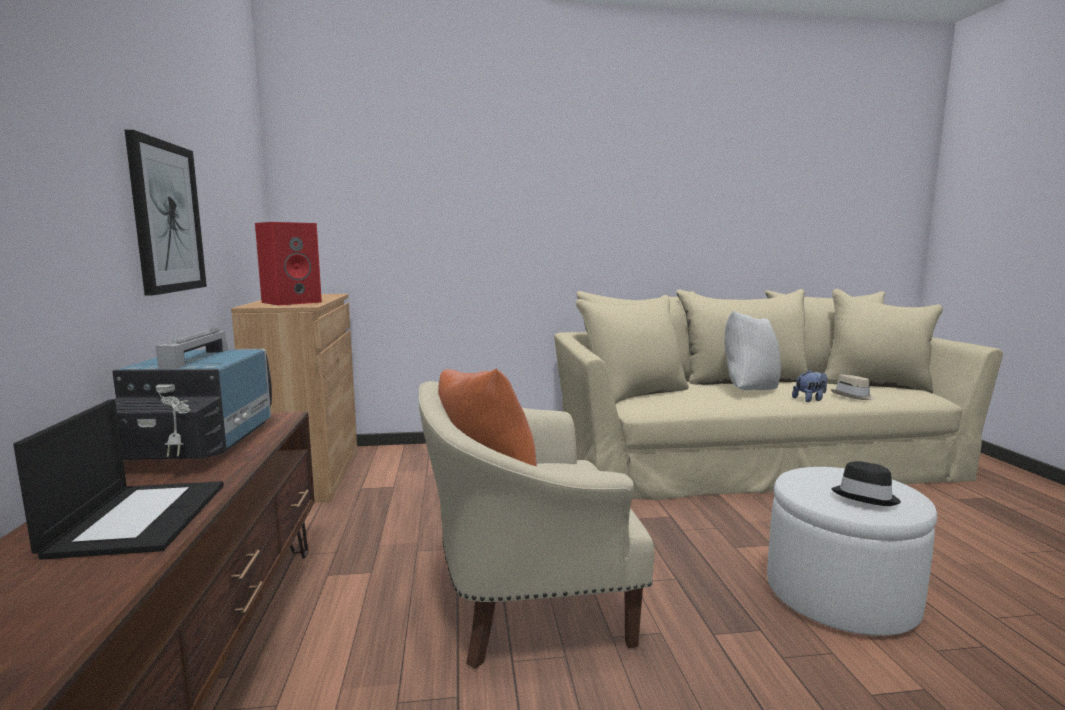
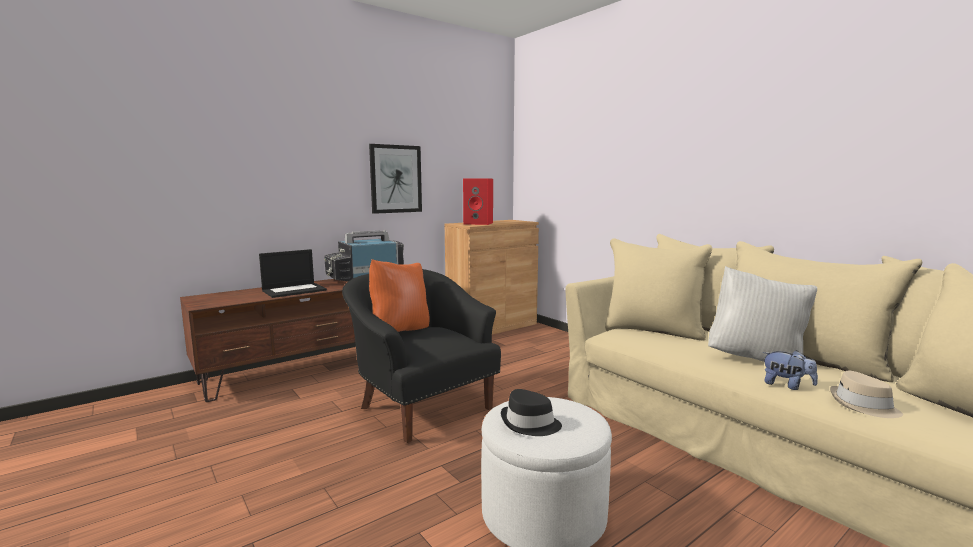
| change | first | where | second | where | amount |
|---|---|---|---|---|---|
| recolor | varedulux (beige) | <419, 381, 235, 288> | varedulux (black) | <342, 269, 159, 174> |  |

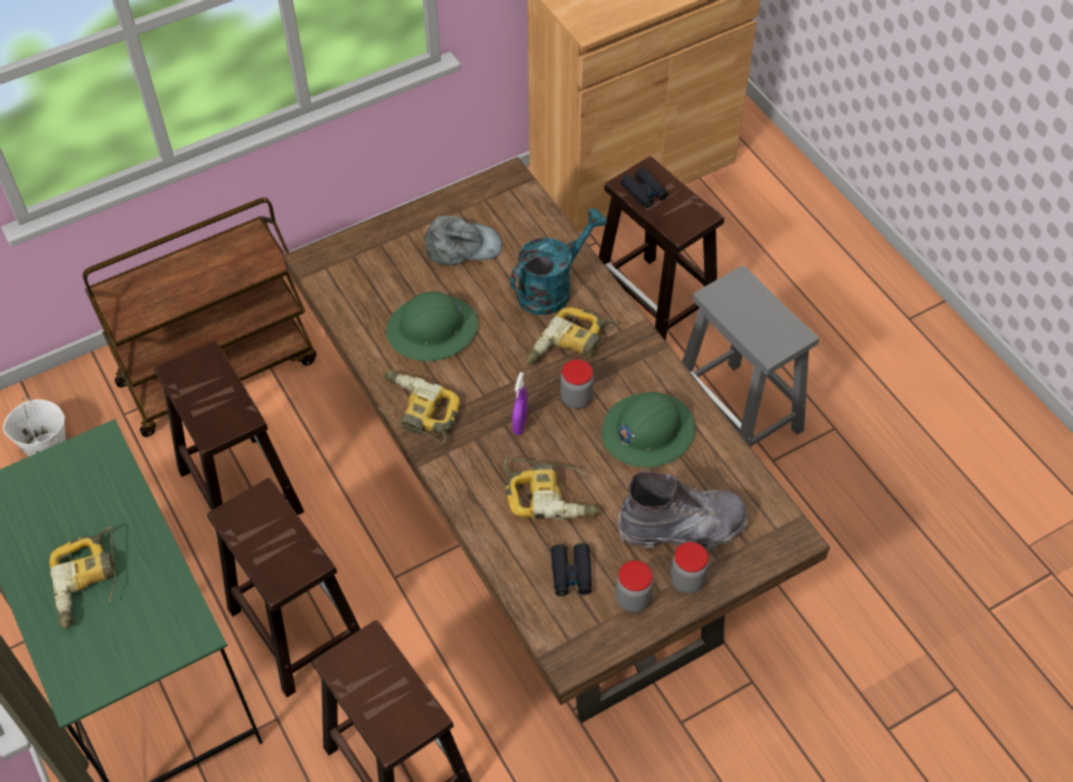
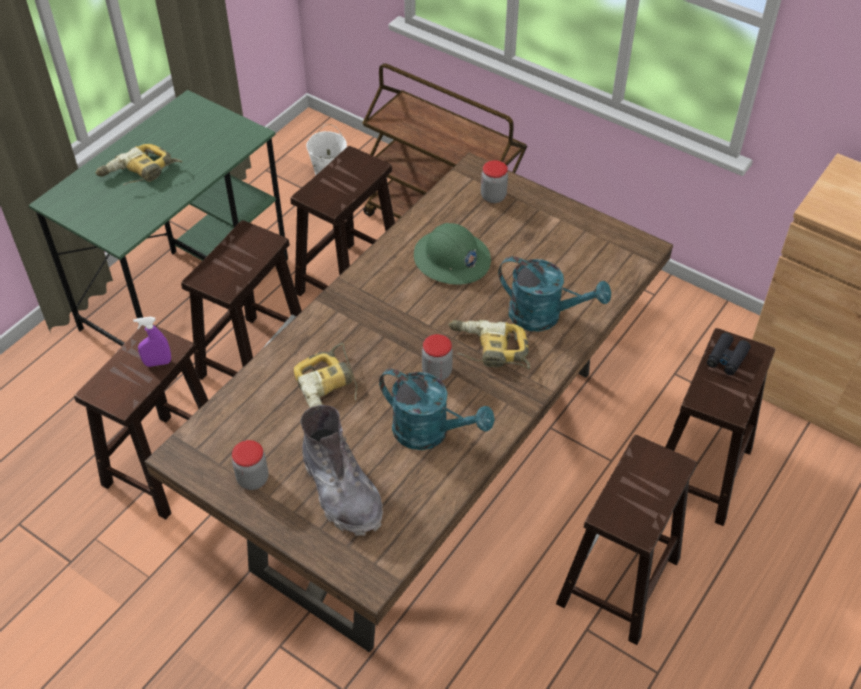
| change | first | where | second | where | amount |
|---|---|---|---|---|---|
| delete | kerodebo | <378, 370, 82, 75> |  |  |  |
| delete | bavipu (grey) | <424, 216, 78, 50> |  |  |  |
| delete | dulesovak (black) | <551, 543, 41, 53> |  |  |  |
| move | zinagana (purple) | <512, 372, 16, 63> |  | <133, 317, 38, 50> |  |
| move | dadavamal | <670, 542, 39, 52> |  | <481, 160, 27, 43> |  |
| replace | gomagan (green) | <602, 392, 94, 76> | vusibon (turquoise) | <379, 369, 116, 81> |  |
| recolor | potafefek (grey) | <682, 265, 137, 182> | potafefek (brown) | <556, 435, 141, 210> |  |

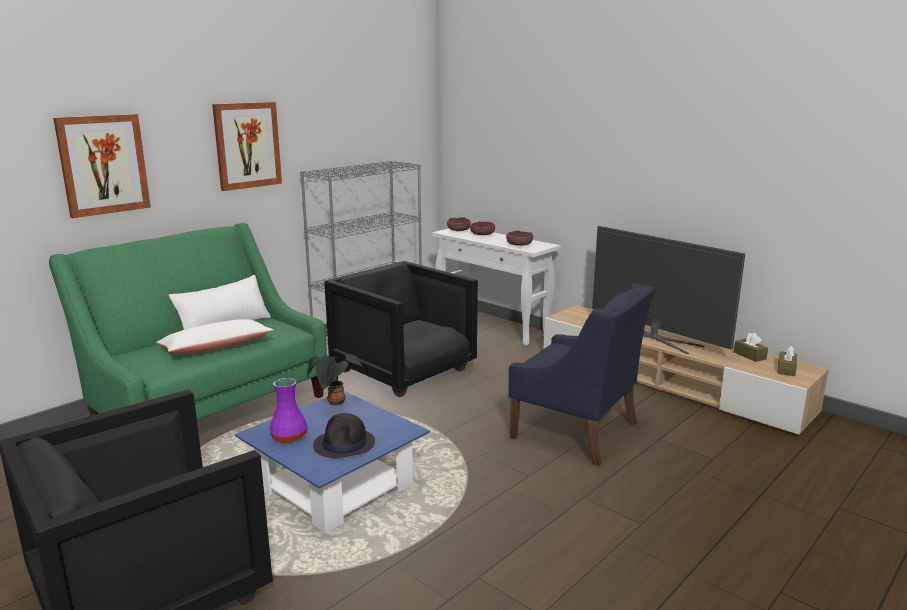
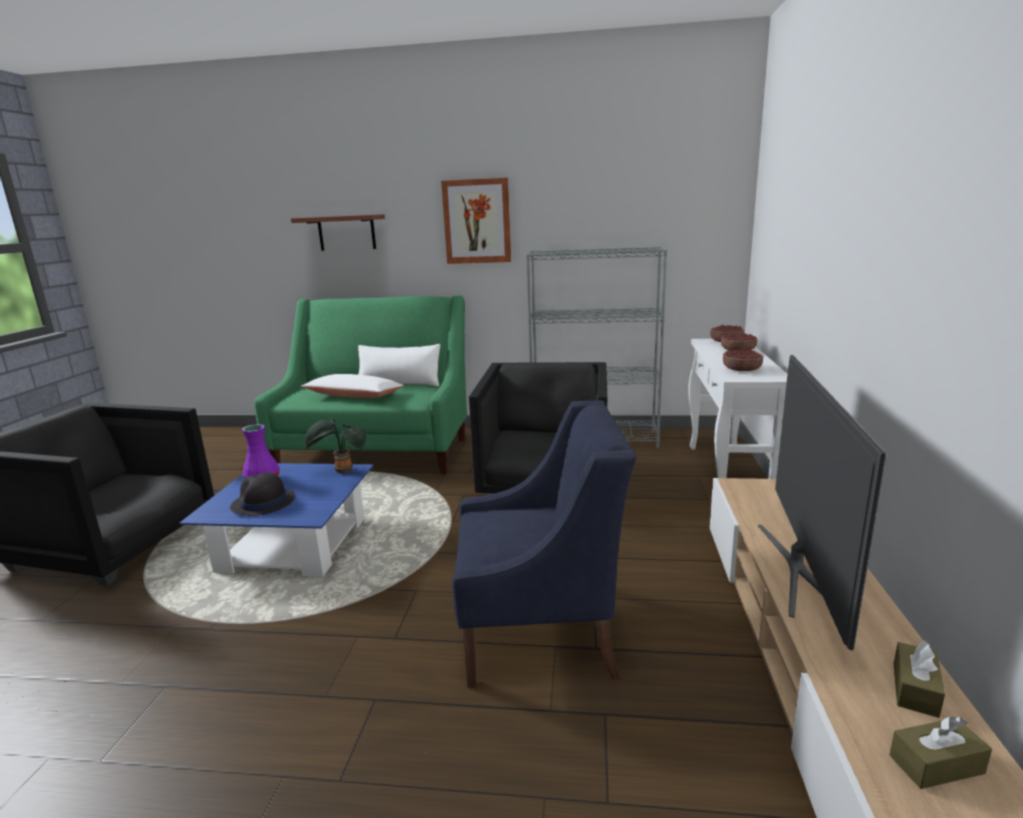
| change | first | where | second | where | amount |
|---|---|---|---|---|---|
| replace | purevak | <53, 114, 98, 104> | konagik | <291, 214, 94, 37> |  |
| rotate | varedulux (blue) | <509, 284, 147, 182> |  | <452, 401, 184, 287> | 90 degrees counterclockwise |

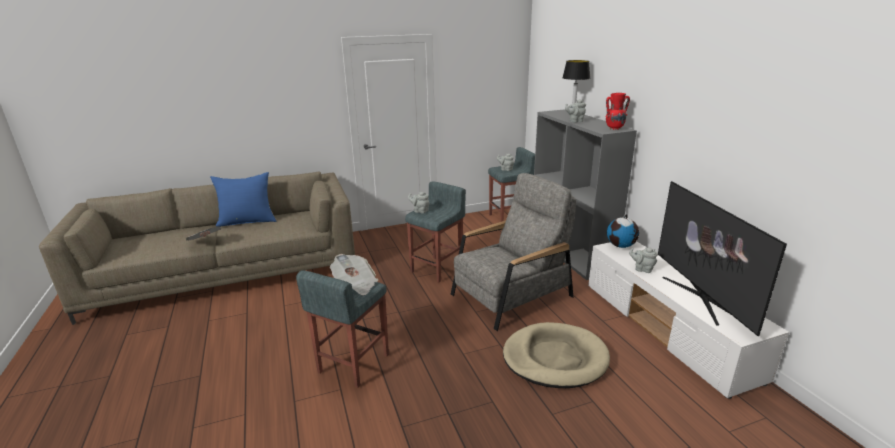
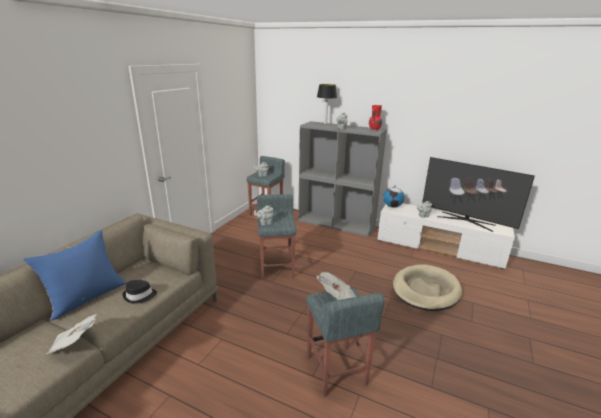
| change | first | where | second | where | amount |
|---|---|---|---|---|---|
| delete | varedulux (grey) | <451, 173, 125, 158> |  |  |  |
| insert |  |  | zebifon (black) | <122, 280, 35, 24> |  |

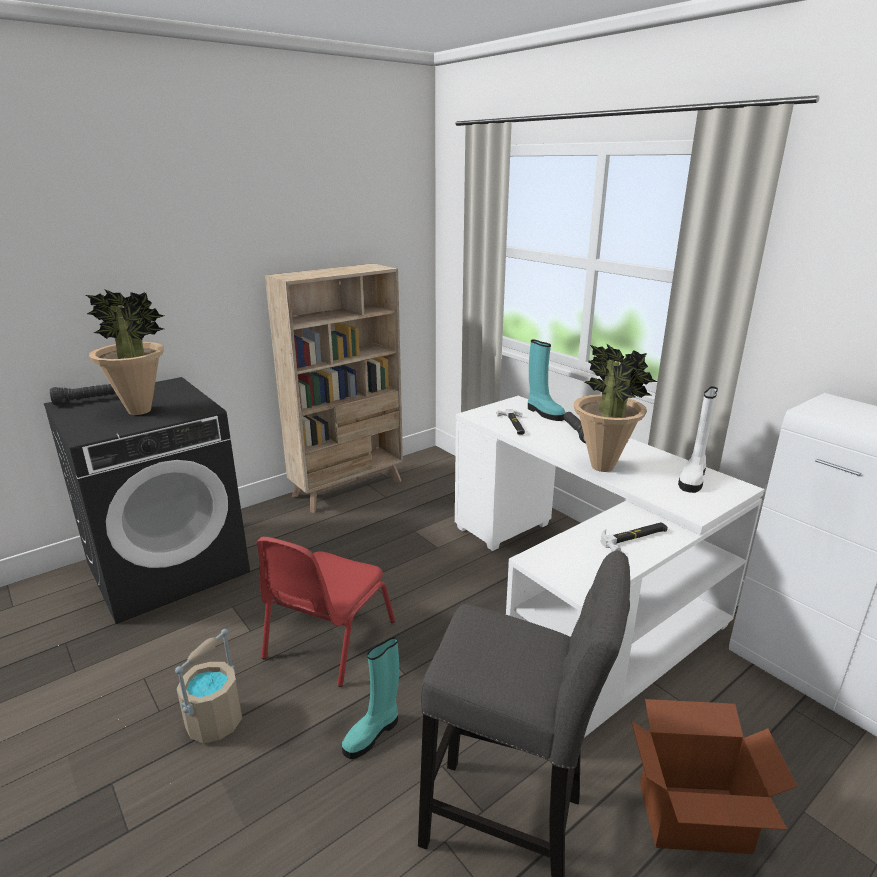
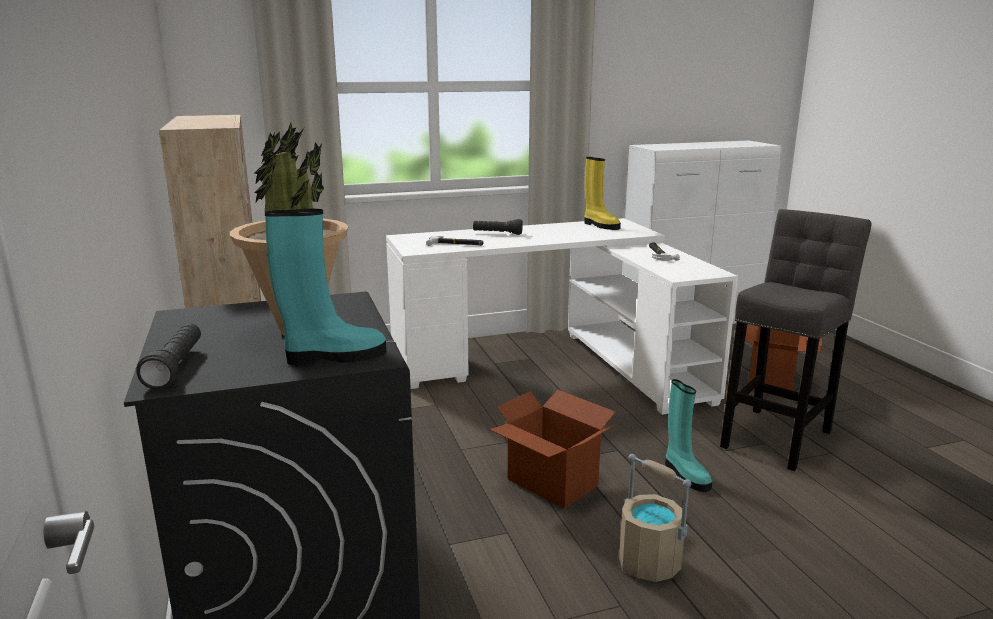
| change | first | where | second | where | amount |
|---|---|---|---|---|---|
| delete | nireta | <574, 343, 83, 129> |  |  |  |
| move | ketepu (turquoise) | <528, 339, 38, 82> |  | <265, 209, 122, 157> |  |
| replace | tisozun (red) | <257, 537, 138, 150> | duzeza | <490, 390, 126, 119> |  |
| recolor | ketepu (white) | <678, 387, 40, 106> | ketepu (yellow) | <584, 157, 37, 73> |  |

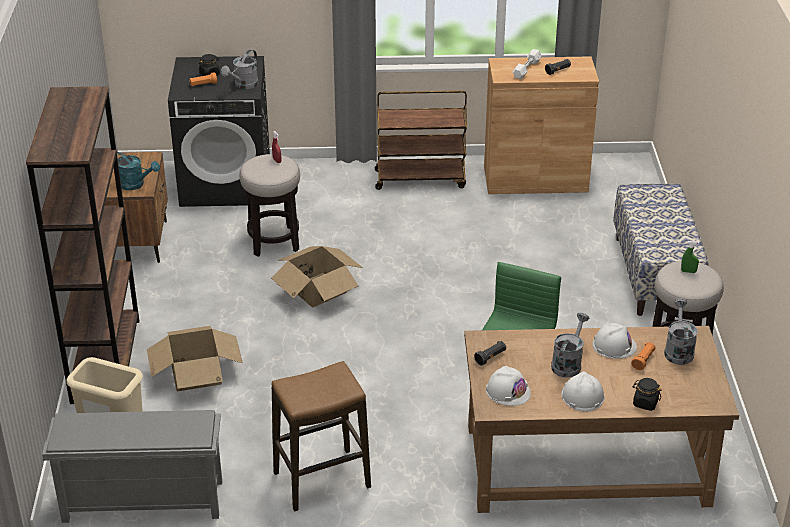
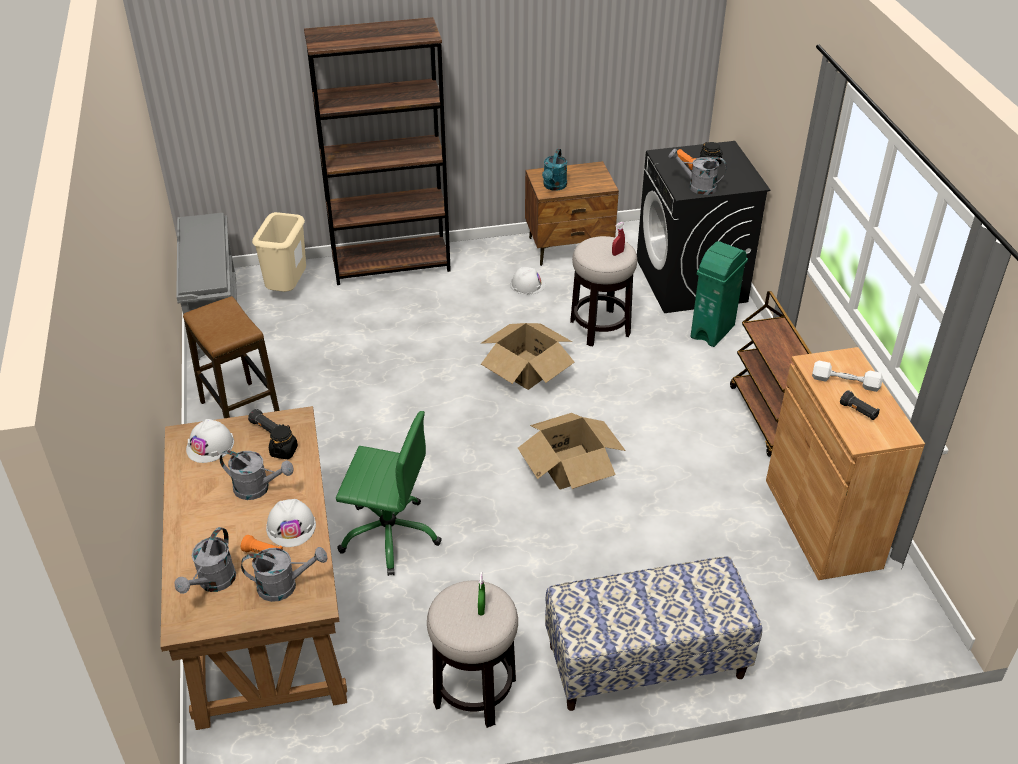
| change | first | where | second | where | amount |
|---|---|---|---|---|---|
| insert |  |  | vusibon (grey) | <174, 527, 62, 67> |  |
| insert |  |  | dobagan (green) | <691, 241, 57, 106> |  |
| move | duzeza | <147, 326, 96, 66> |  | <518, 413, 108, 77> |  |
| move | gomagan (white) | <561, 372, 44, 39> |  | <510, 267, 36, 28> |  |
| move | dadavamal (black) | <632, 378, 29, 33> |  | <269, 425, 29, 34> |  |

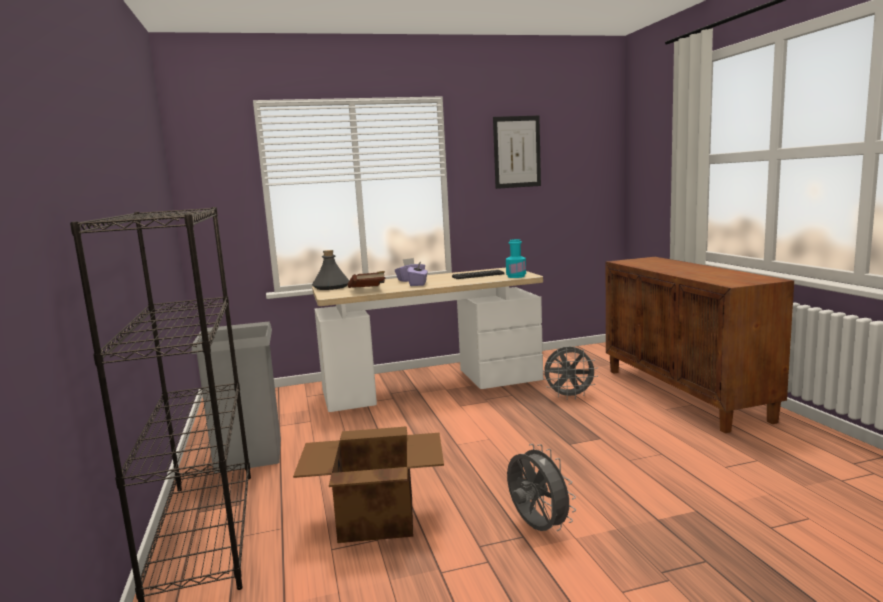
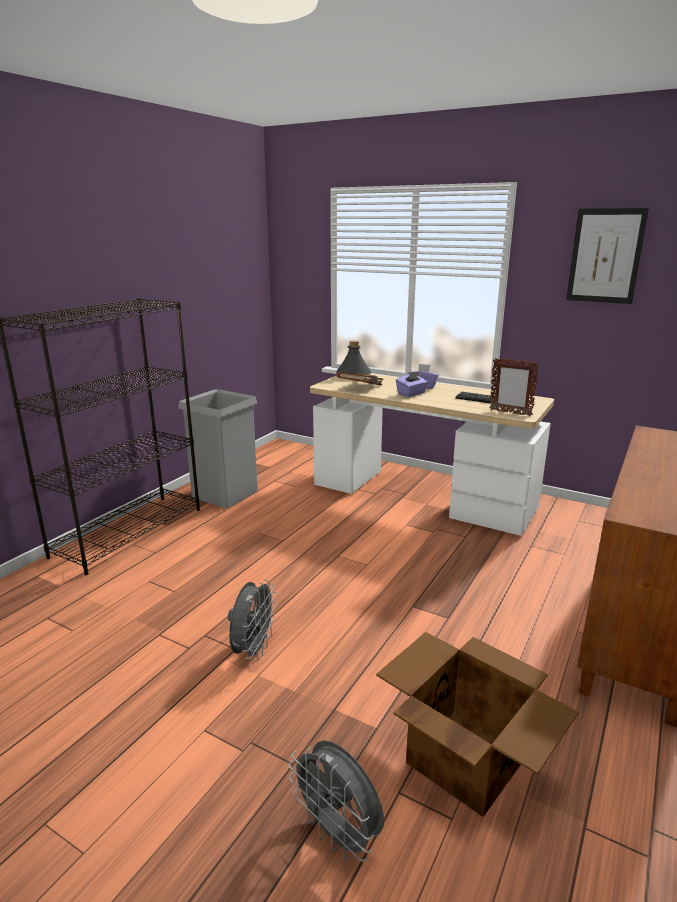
| change | first | where | second | where | amount |
|---|---|---|---|---|---|
| move | duzeza | <293, 426, 151, 117> |  | <376, 632, 203, 185> |  |
| move | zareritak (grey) | <543, 346, 55, 53> |  | <288, 740, 96, 122> |  |
| replace | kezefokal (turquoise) | <506, 239, 20, 39> | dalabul | <489, 358, 51, 58> |  |

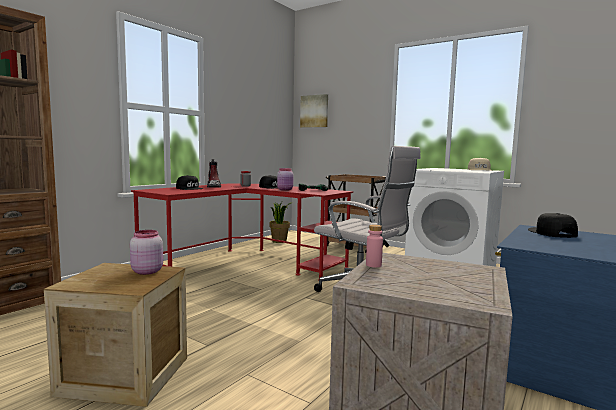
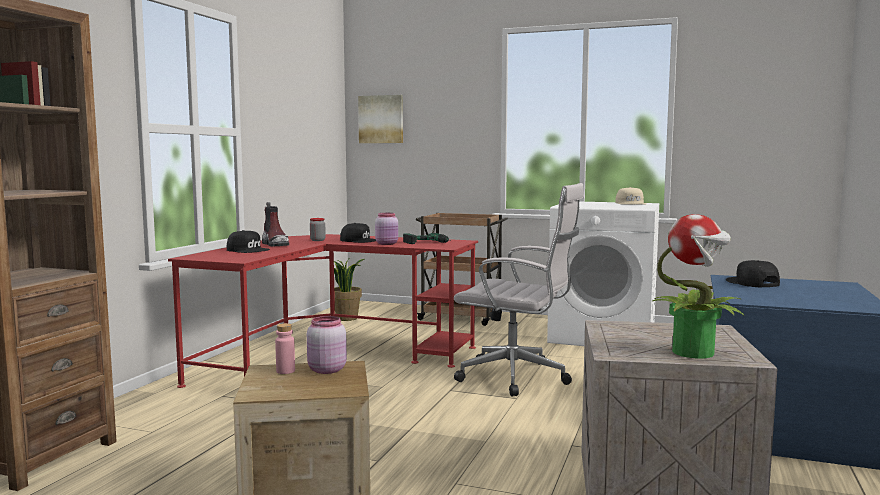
| change | first | where | second | where | amount |
|---|---|---|---|---|---|
| insert |  |  | nireta | <653, 214, 91, 145> |  |
| move | kezefokal (pink) | <366, 225, 17, 42> |  | <275, 323, 20, 51> |  |

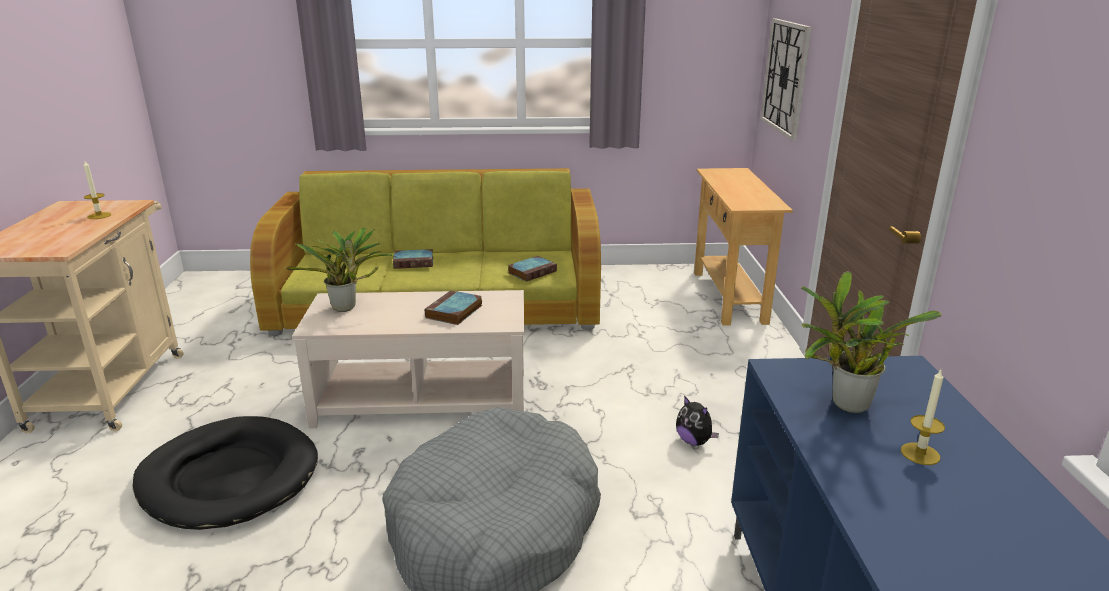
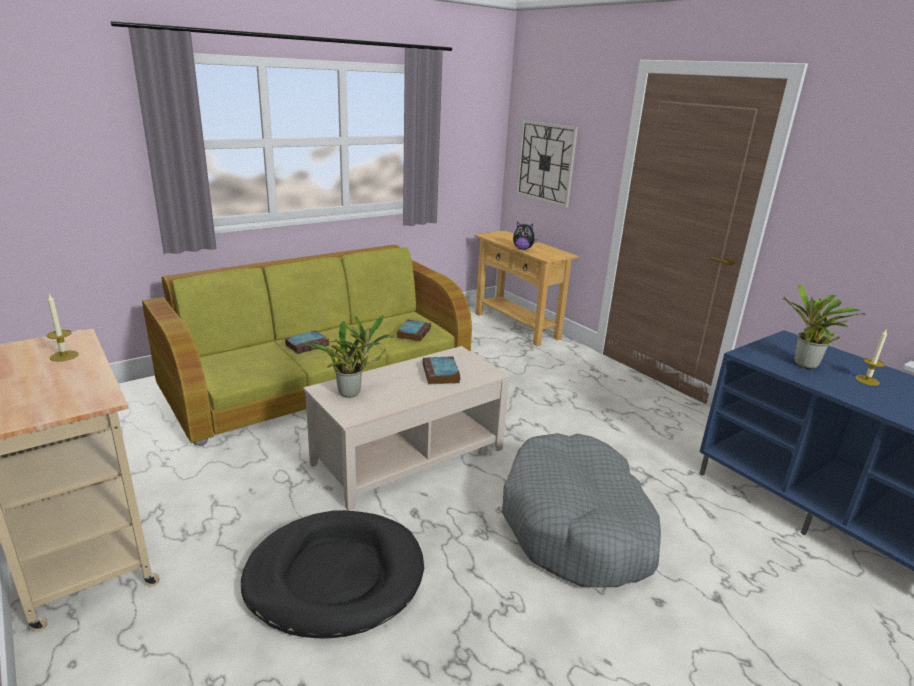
| change | first | where | second | where | amount |
|---|---|---|---|---|---|
| move | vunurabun | <676, 396, 43, 49> |  | <513, 222, 24, 28> |  |

